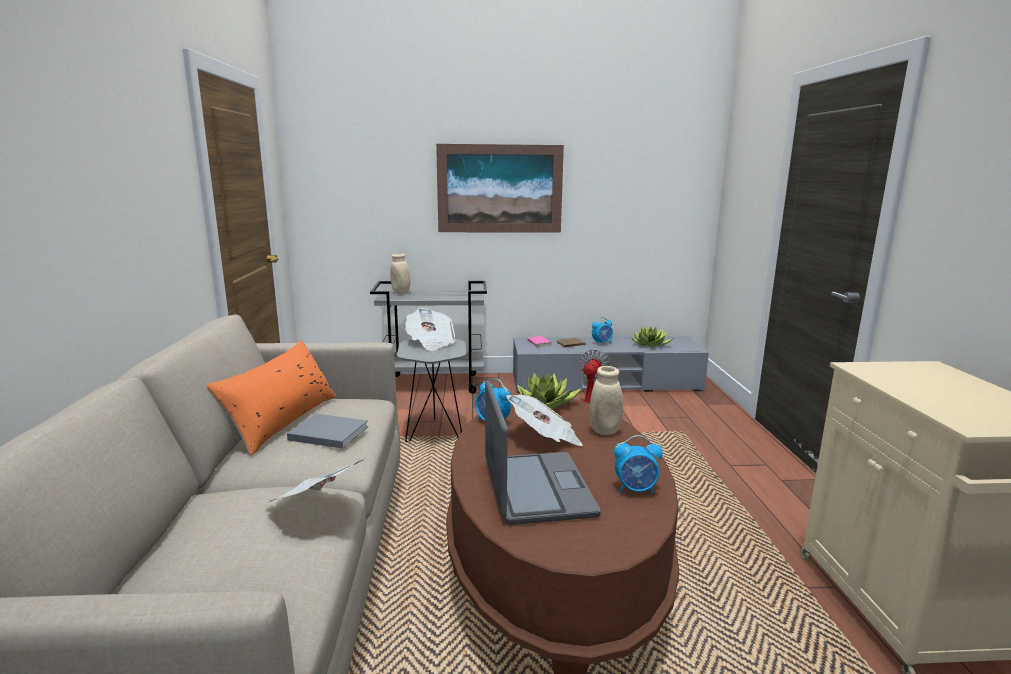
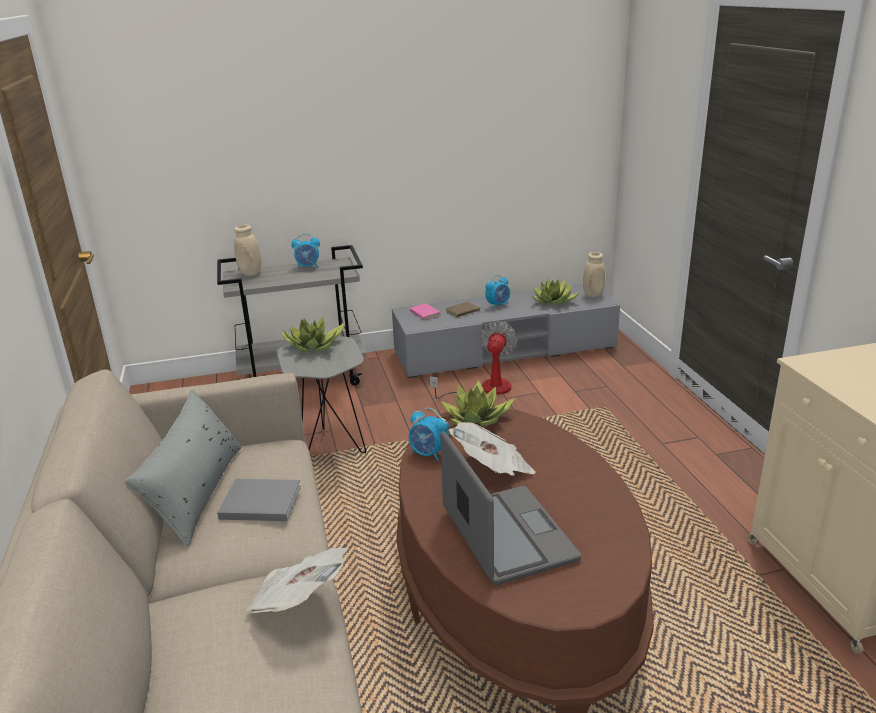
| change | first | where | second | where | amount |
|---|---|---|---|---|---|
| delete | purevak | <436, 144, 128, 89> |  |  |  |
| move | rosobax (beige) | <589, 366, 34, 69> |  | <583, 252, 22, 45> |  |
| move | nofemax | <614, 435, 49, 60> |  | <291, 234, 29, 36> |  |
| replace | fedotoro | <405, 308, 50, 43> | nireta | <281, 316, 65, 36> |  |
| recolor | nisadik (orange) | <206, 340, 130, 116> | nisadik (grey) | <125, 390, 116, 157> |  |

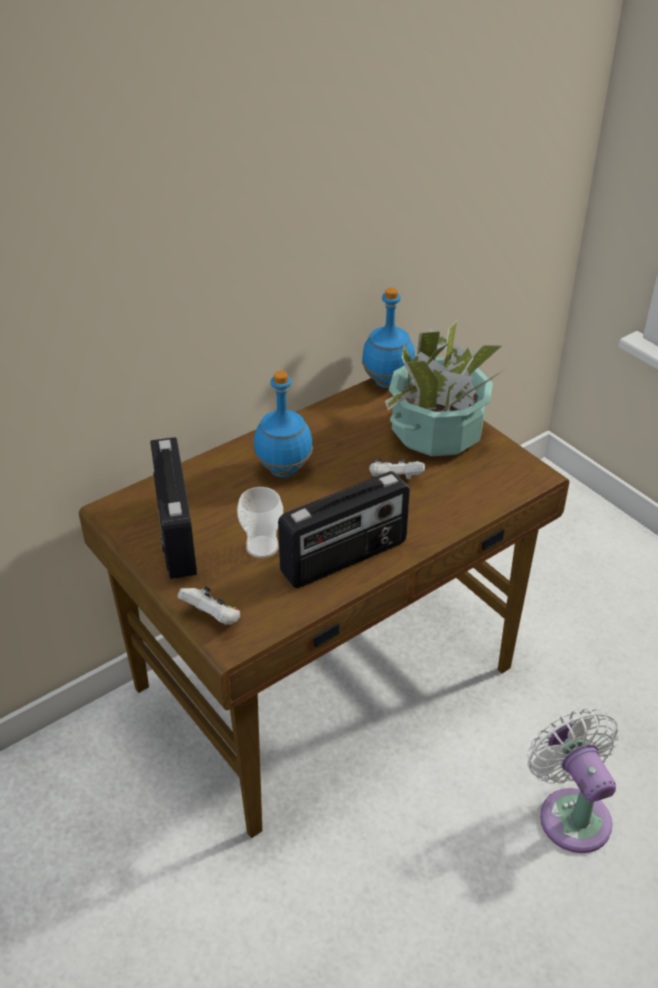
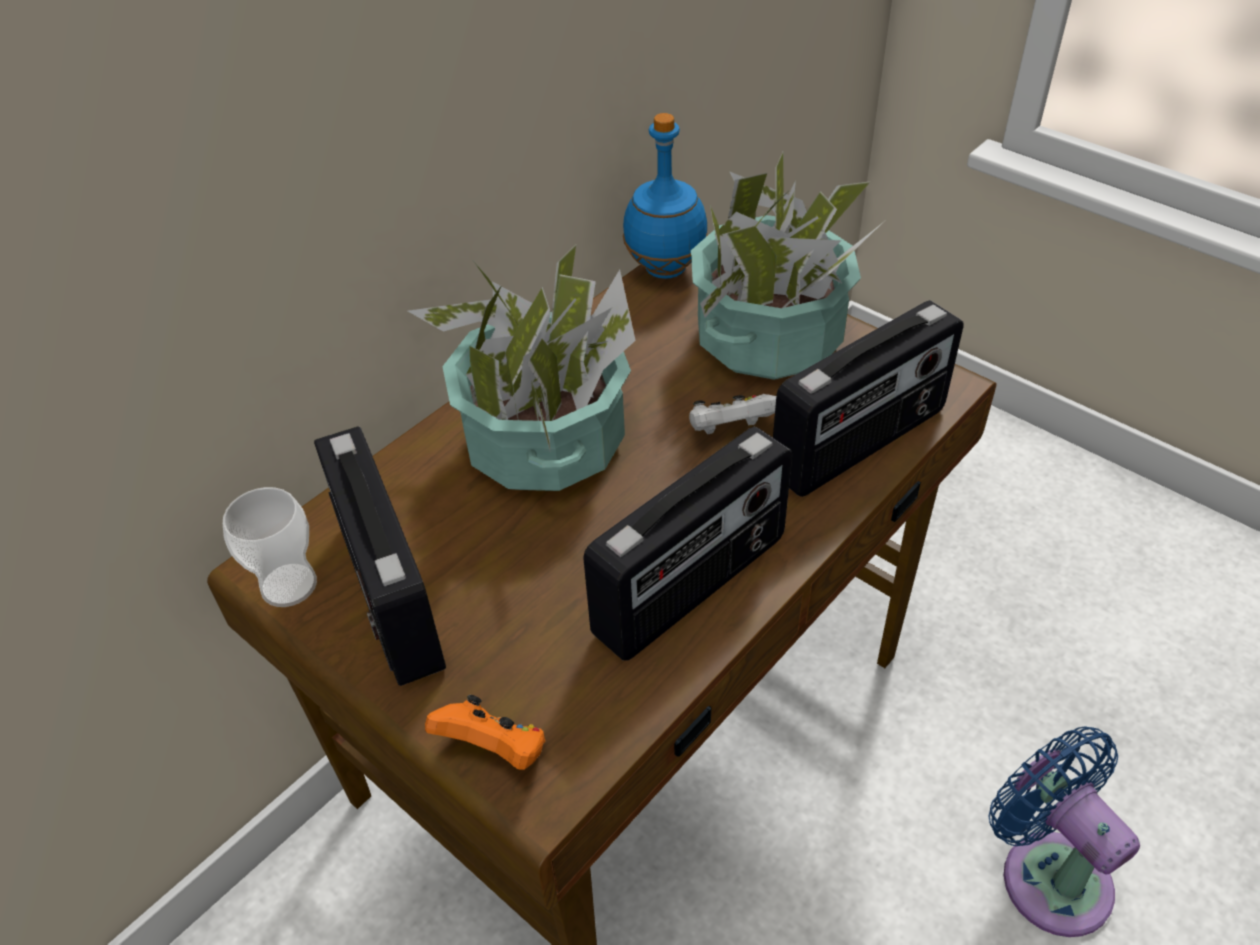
| change | first | where | second | where | amount |
|---|---|---|---|---|---|
| insert |  |  | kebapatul | <773, 300, 190, 197> |  |
| move | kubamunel | <237, 487, 46, 71> |  | <223, 487, 94, 120> |  |
| replace | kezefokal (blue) | <254, 371, 59, 106> | nireta | <408, 244, 228, 247> |  |
| recolor | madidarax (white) | <177, 586, 63, 39> | madidarax (orange) | <425, 695, 120, 75> |  |
| recolor | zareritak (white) | <527, 708, 92, 145> | zareritak (blue) | <988, 726, 152, 211> |  |

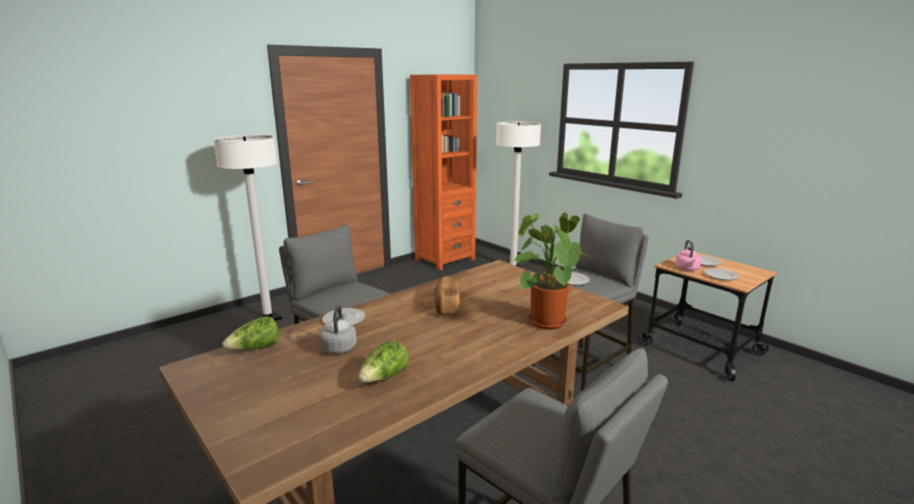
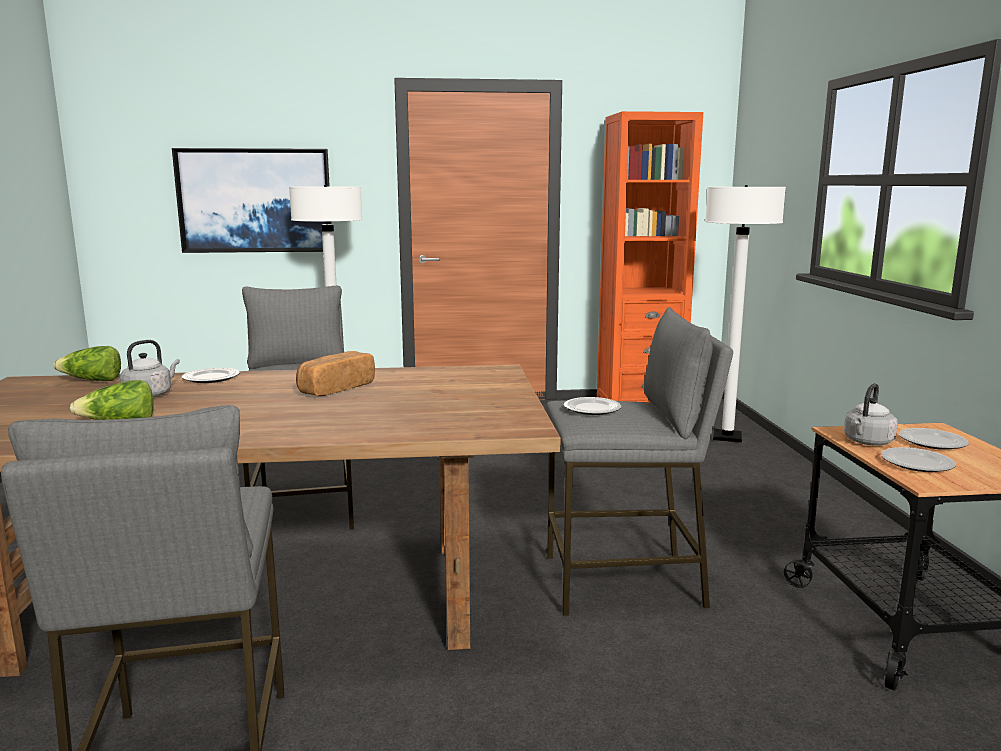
| change | first | where | second | where | amount |
|---|---|---|---|---|---|
| delete | nireta | <513, 212, 77, 117> |  |  |  |
| insert |  |  | purevak | <172, 148, 160, 105> |  |
| recolor | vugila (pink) | <675, 240, 26, 31> | vugila (grey) | <844, 383, 54, 62> |  |

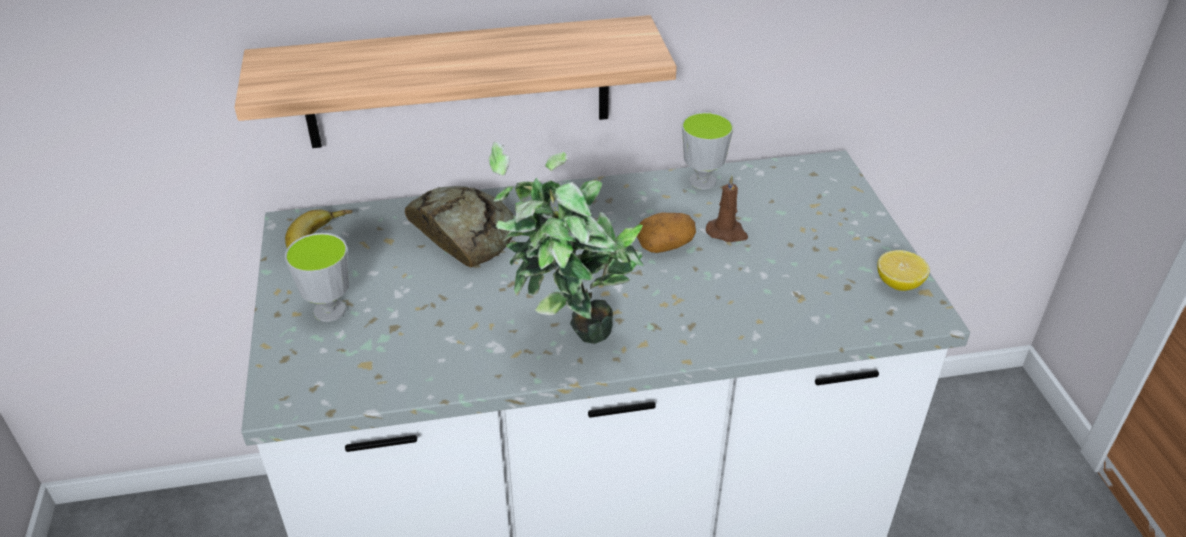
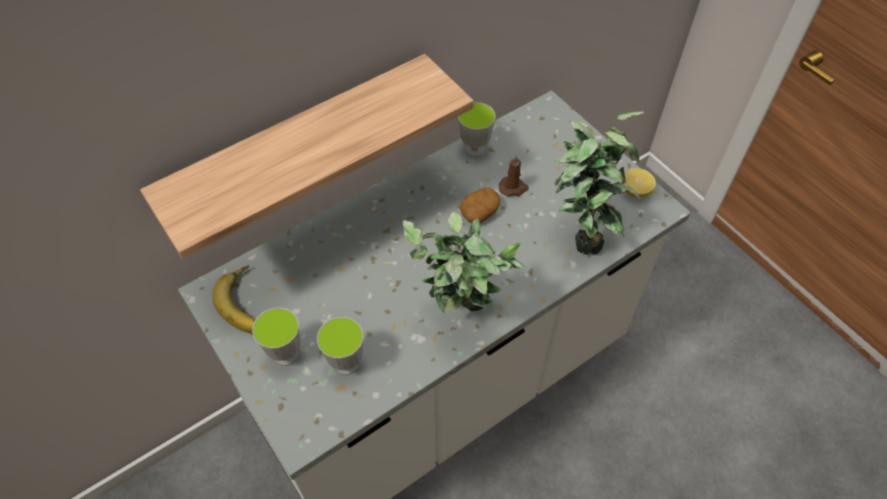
| change | first | where | second | where | amount |
|---|---|---|---|---|---|
| delete | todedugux | <405, 186, 109, 82> |  |  |  |
| insert |  |  | kubamunel | <317, 317, 47, 58> |  |
| insert |  |  | nireta | <554, 112, 90, 143> |  |

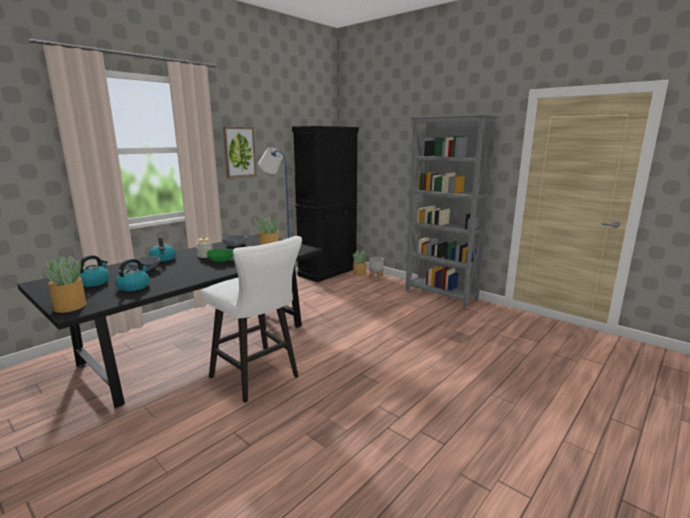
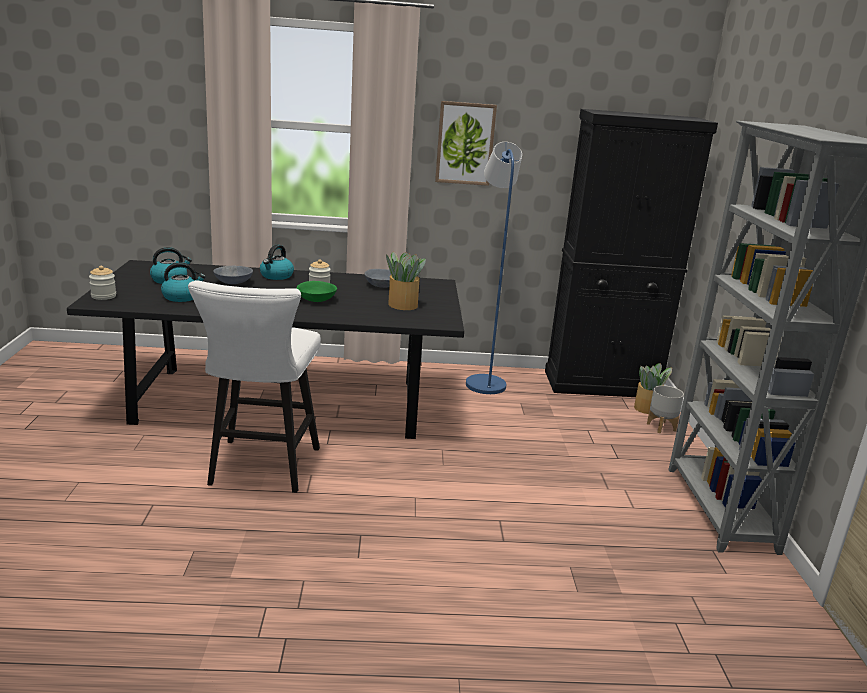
| change | first | where | second | where | amount |
|---|---|---|---|---|---|
| replace | nireta | <44, 255, 42, 58> | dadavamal | <89, 266, 27, 34> |  |

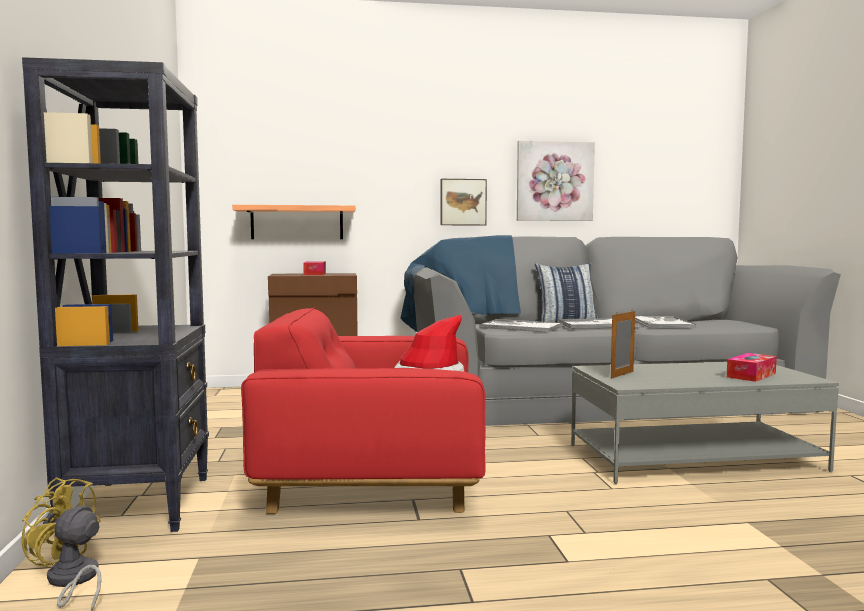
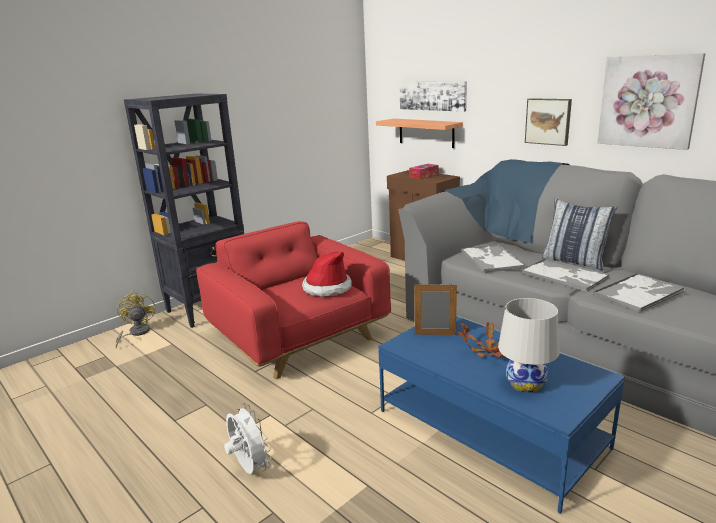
| change | first | where | second | where | amount |
|---|---|---|---|---|---|
| insert |  |  | zareritak (white) | <224, 403, 48, 71> |  |
| insert |  |  | purevak | <400, 81, 67, 31> |  |
| insert |  |  | nireta | <457, 322, 48, 36> |  |
| replace | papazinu | <727, 353, 50, 29> | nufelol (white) | <498, 298, 62, 95> |  |
| recolor | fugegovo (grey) | <571, 362, 268, 122> | fugegovo (blue) | <378, 316, 247, 198> |  |

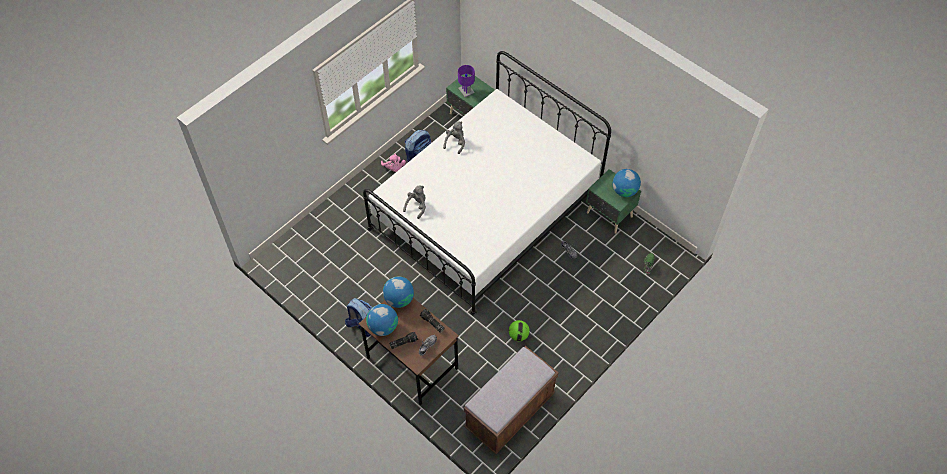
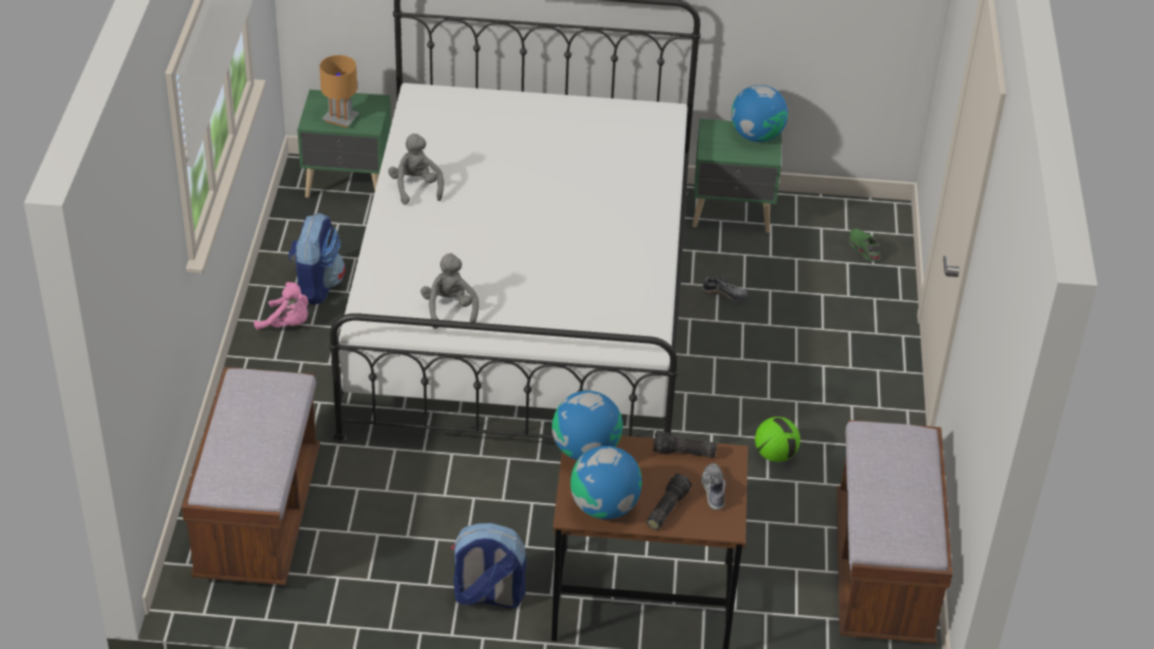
| change | first | where | second | where | amount |
|---|---|---|---|---|---|
| insert |  |  | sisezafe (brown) | <182, 367, 138, 218> |  |
| recolor | nufelol (purple) | <458, 65, 17, 32> | nufelol (brown) | <319, 55, 40, 73> |  |

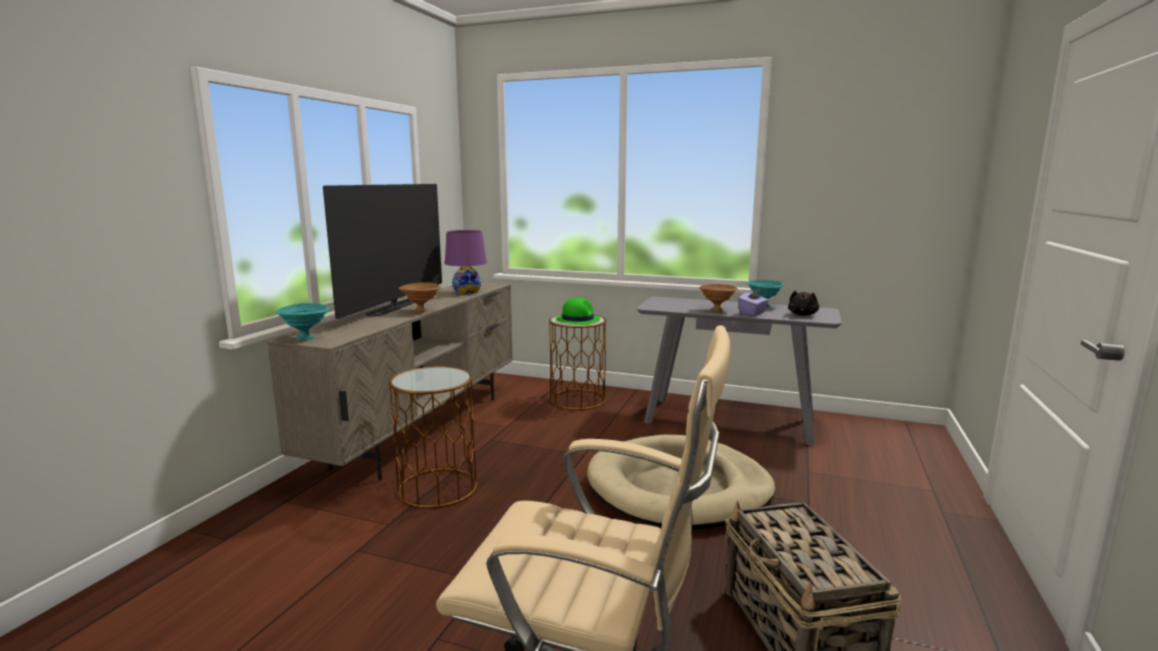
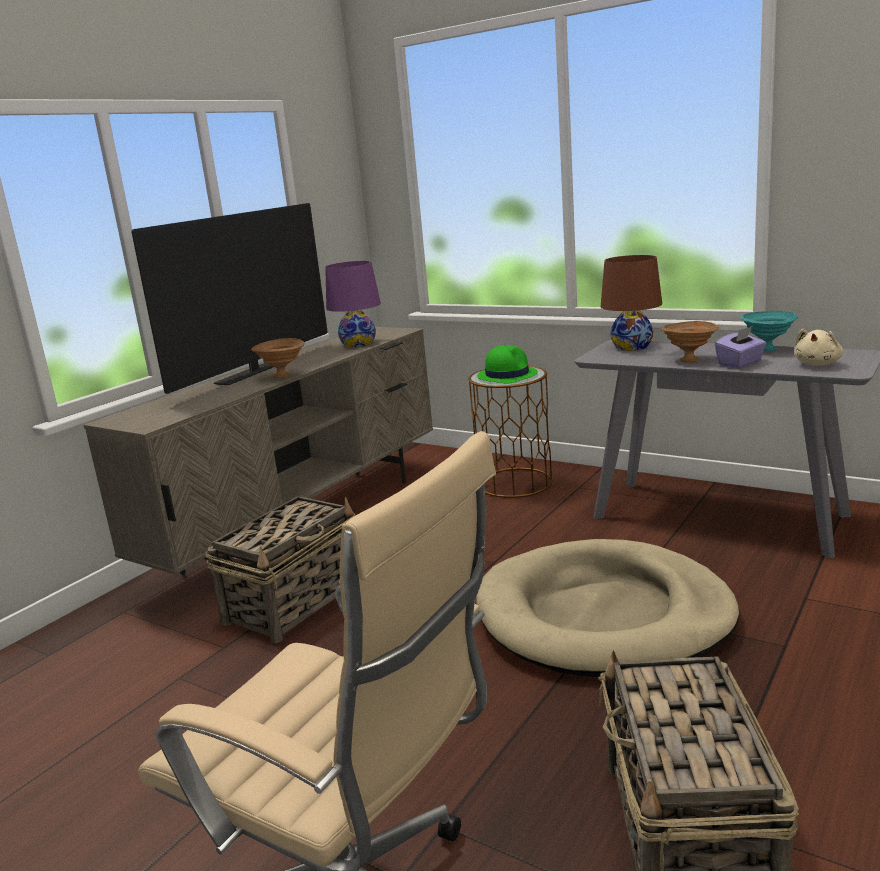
| change | first | where | second | where | amount |
|---|---|---|---|---|---|
| delete | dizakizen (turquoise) | <275, 303, 55, 37> |  |  |  |
| insert |  |  | nufelol (brown) | <601, 255, 61, 96> |  |
| replace | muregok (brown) | <389, 366, 88, 142> | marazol | <206, 496, 150, 147> |  |
| recolor | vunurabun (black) | <788, 291, 31, 25> | vunurabun (beige) | <795, 329, 48, 37> |  |

